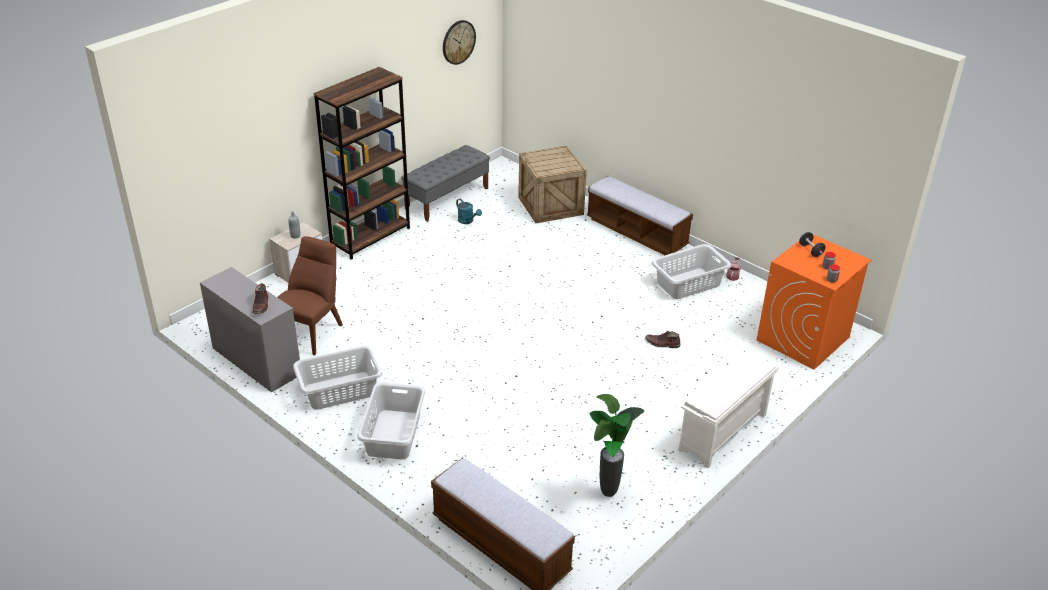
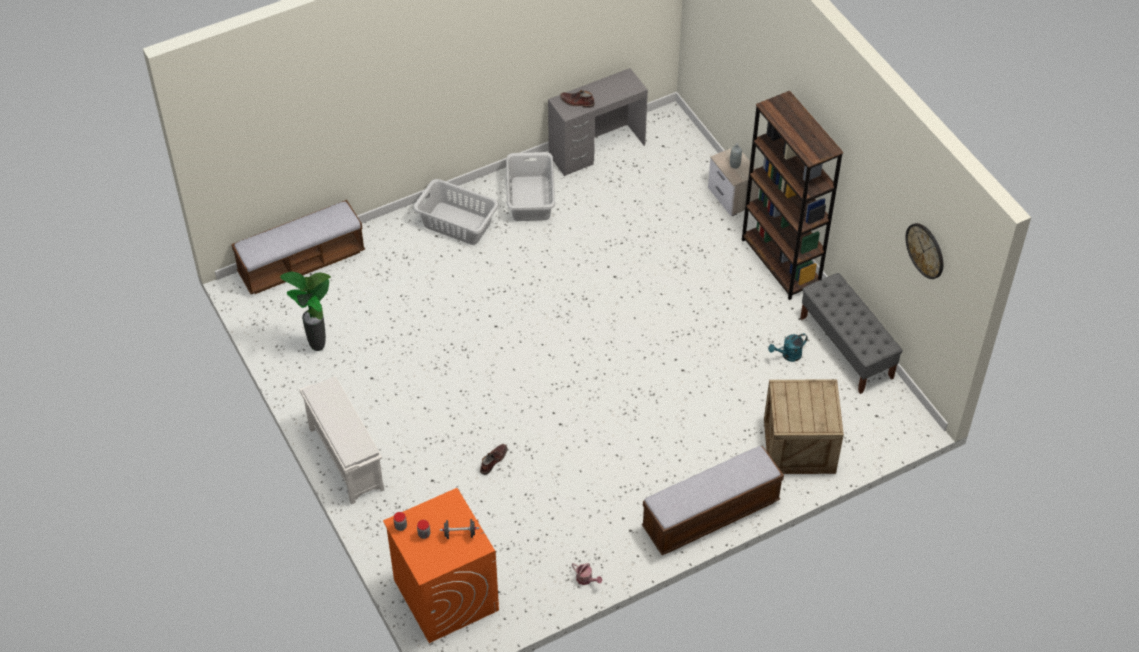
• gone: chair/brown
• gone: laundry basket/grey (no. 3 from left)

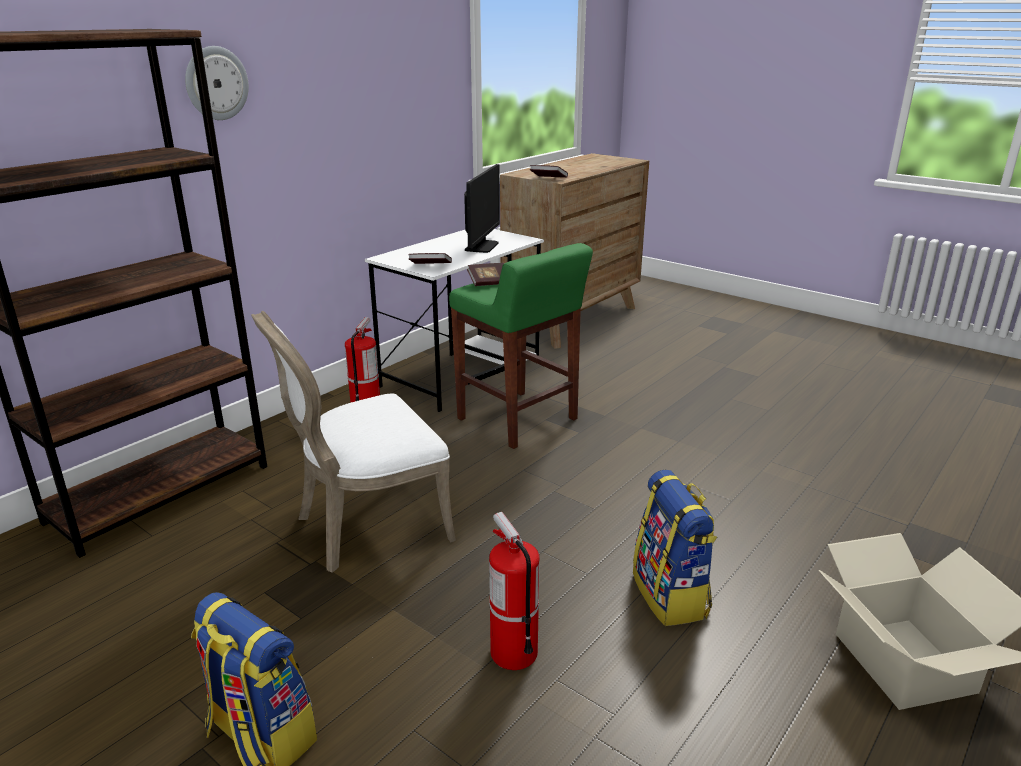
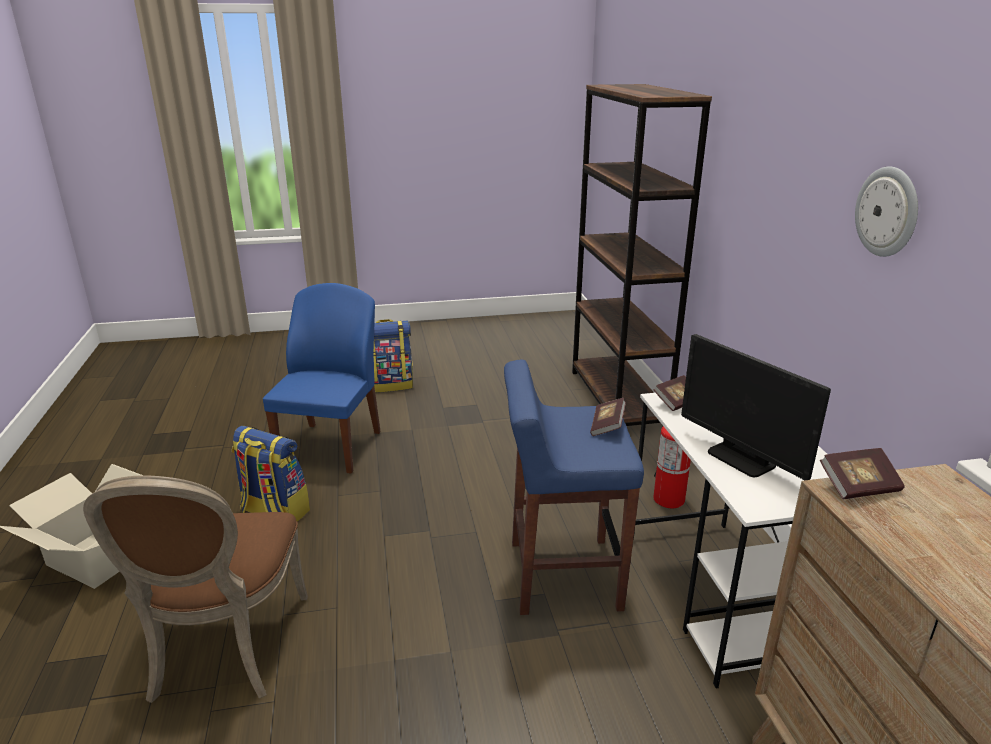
• gone: chair/white
• new: chair/brown
• shifted: wall clock
• swapped: fire extinguisher (no. 2 from left) to chair/blue
• repainted: stool/green to stool/blue

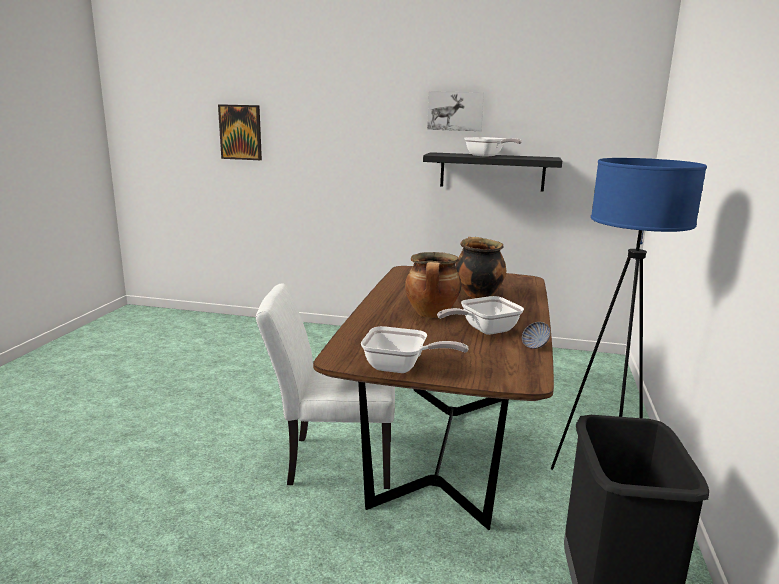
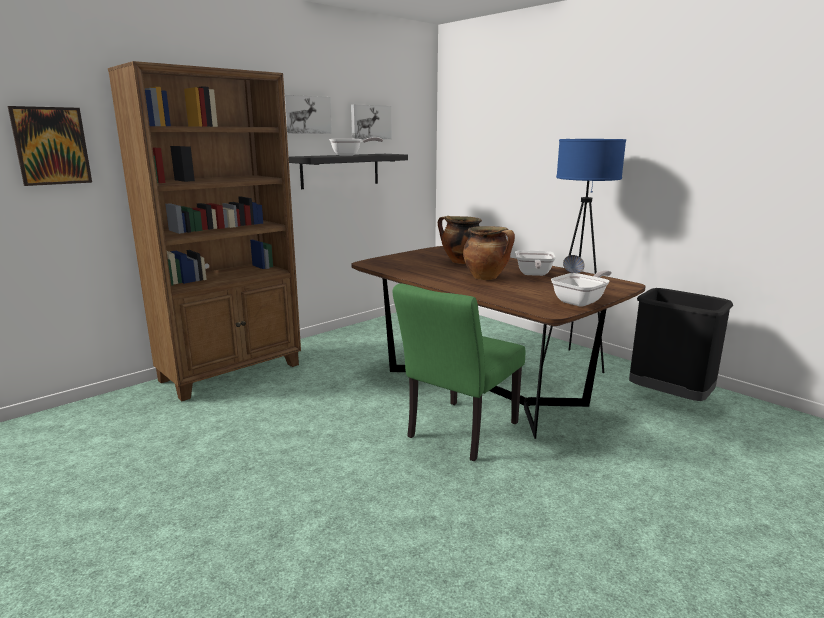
• new: bookcase/brown
• new: picture (no. 3 from left)
• repainted: chair/white to chair/green

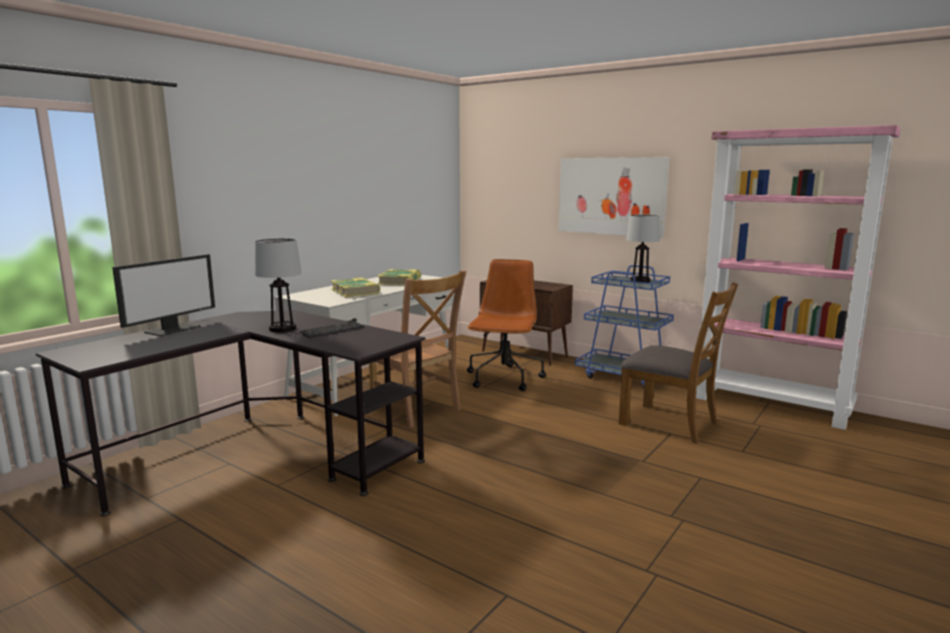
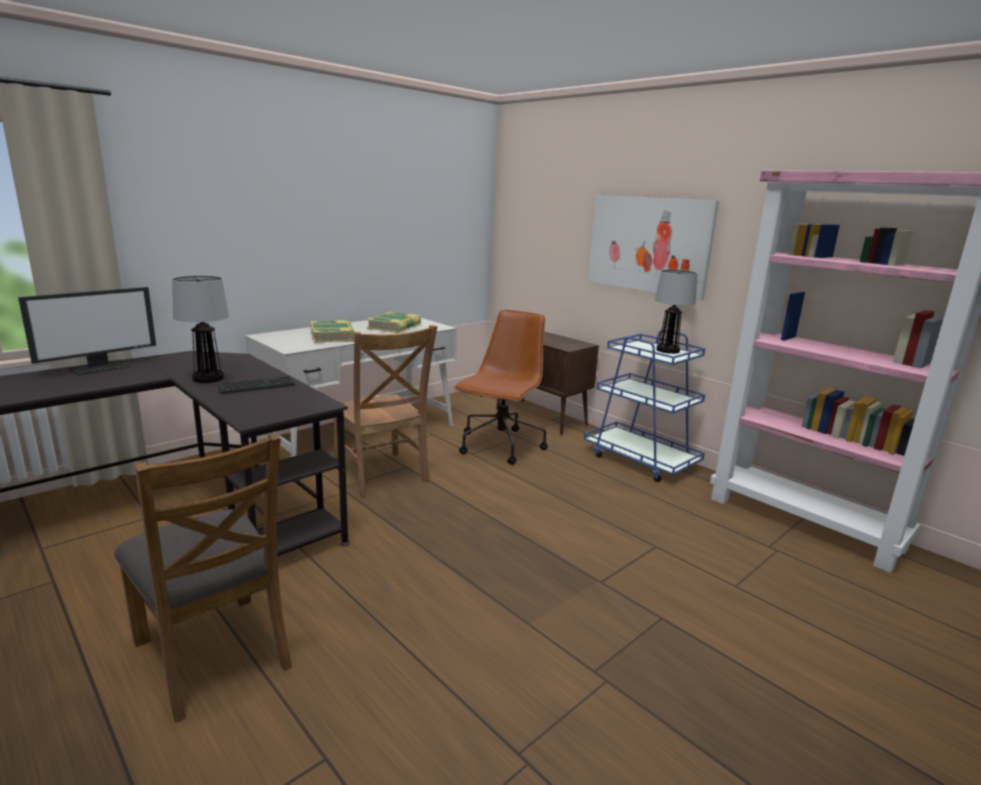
• shifted: chair/brown (no. 2 from left in the first image) to chair/brown (no. 1 from left)

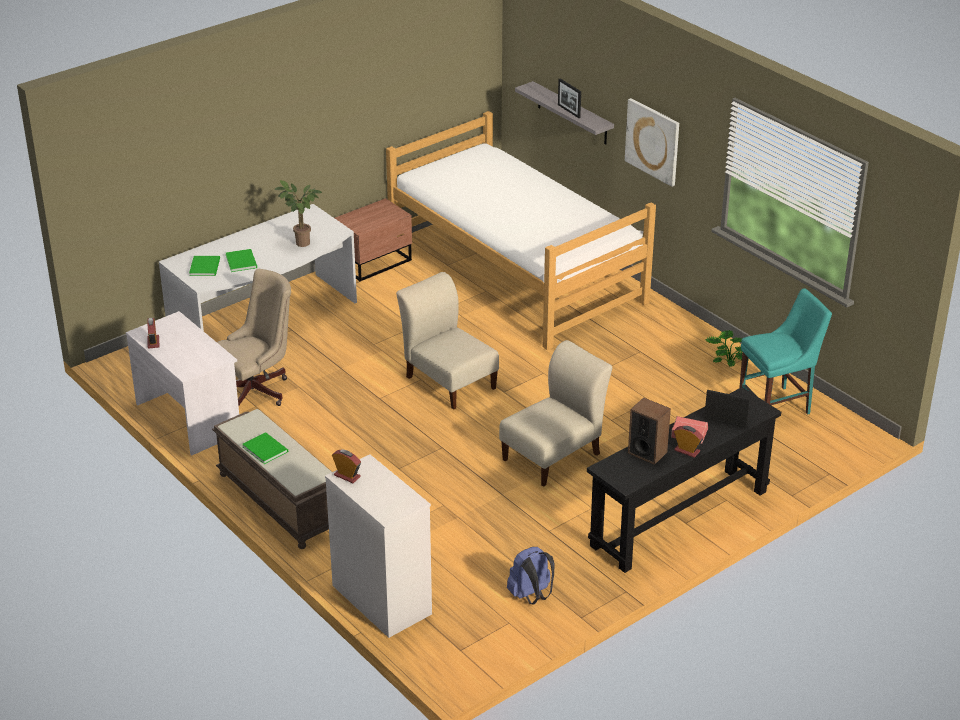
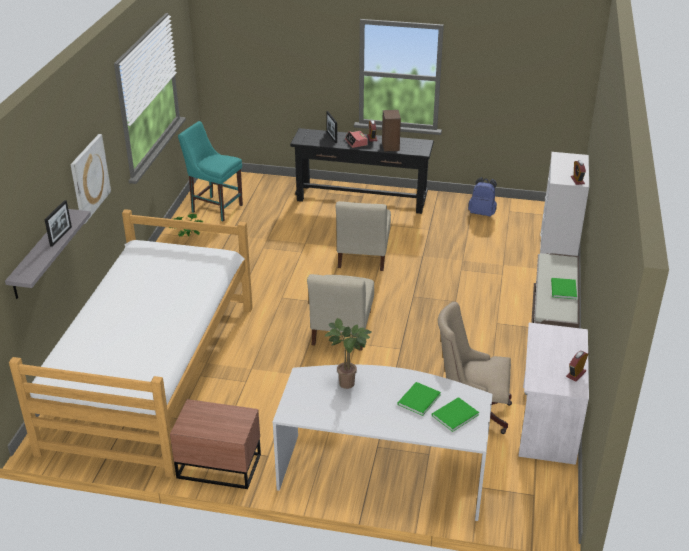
• rotated: chair/beige (no. 2 from left) 90 degrees counterclockwise

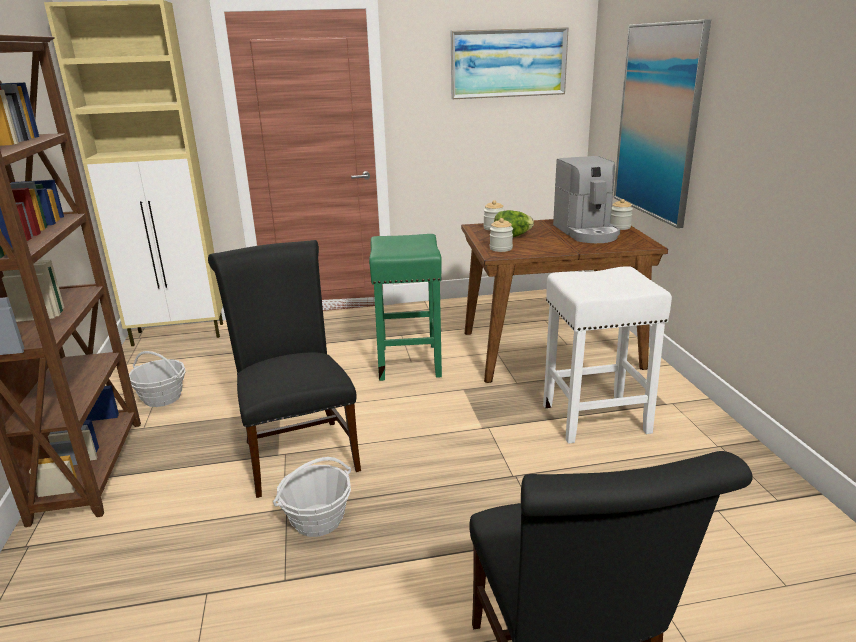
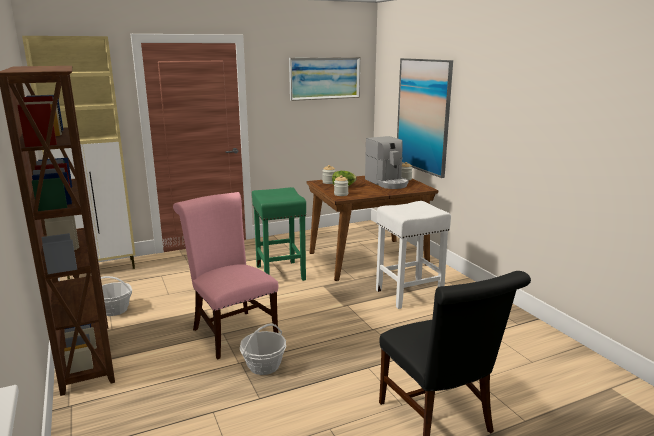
• repainted: chair/black (no. 1 from left) to chair/pink

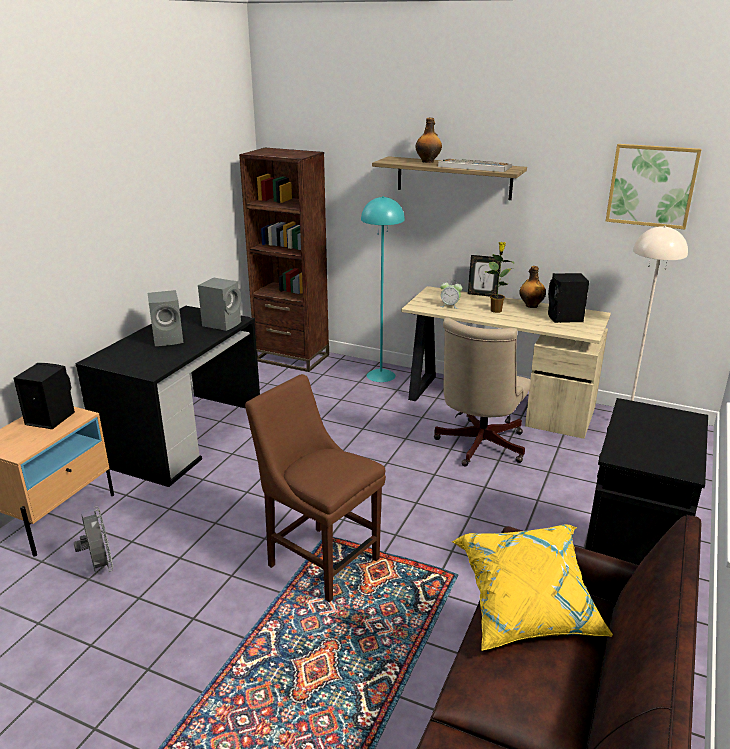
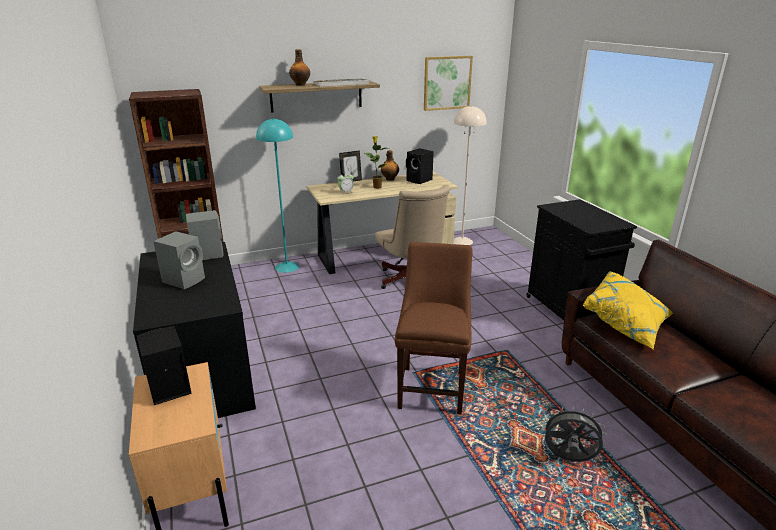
• shifted: fan/grey
• rotated: chair/brown 105 degrees clockwise

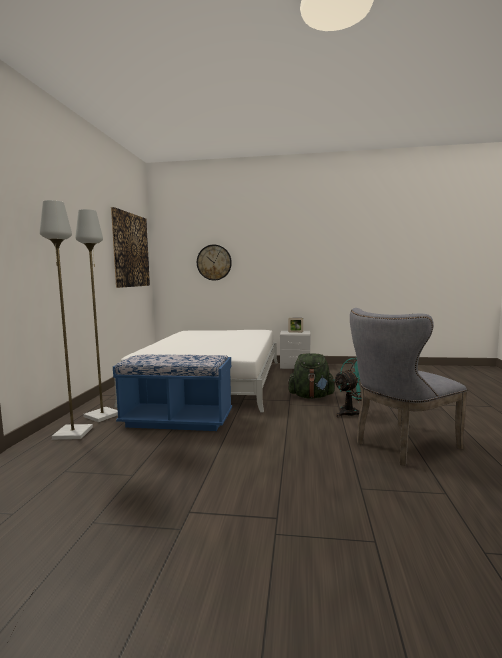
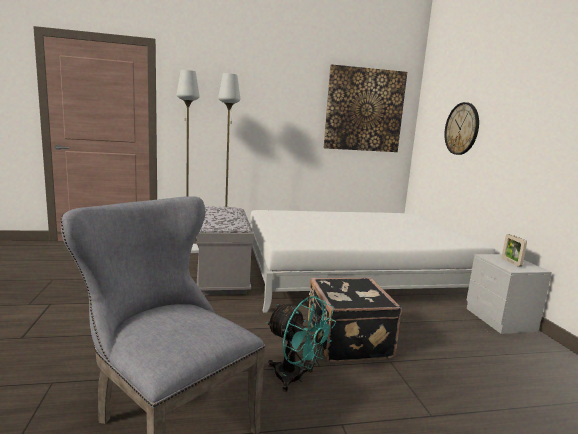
• swapped: backpack/green to suitcase/black
• repainted: bench/blue to bench/grey

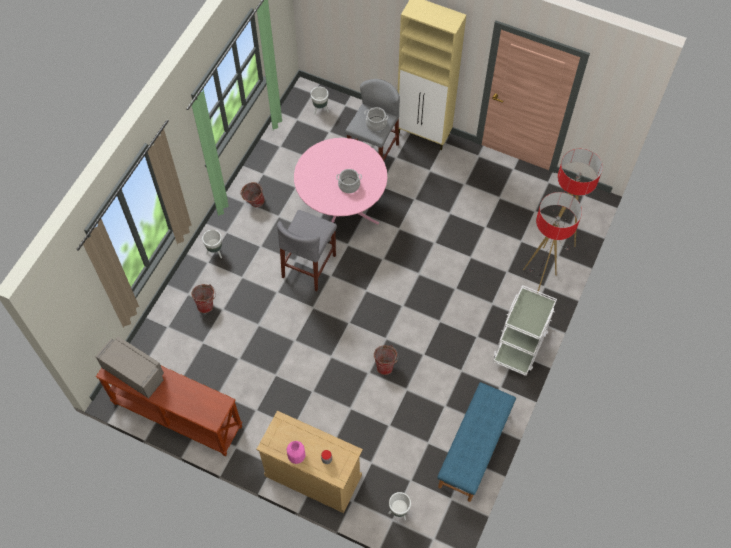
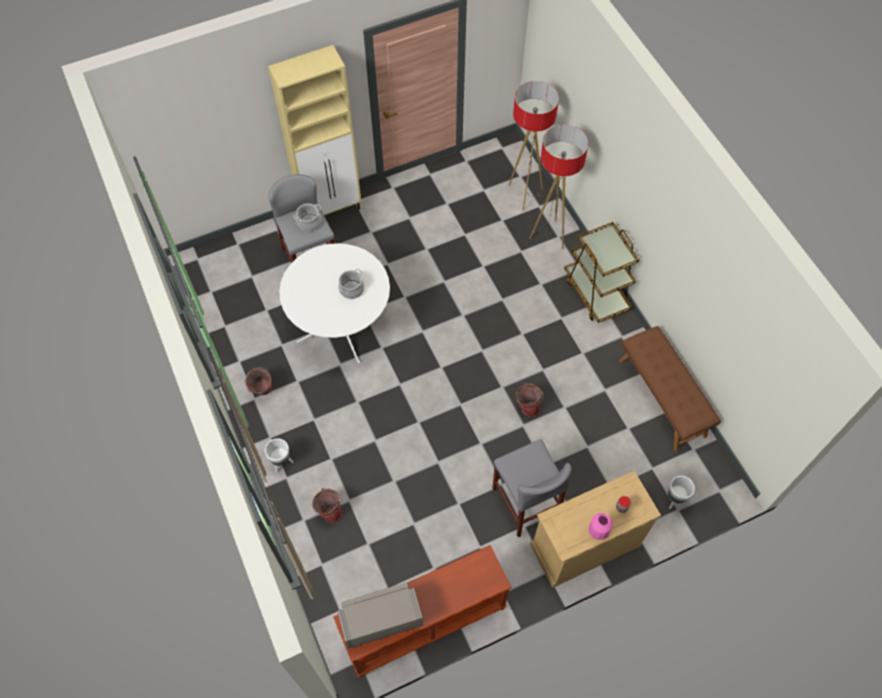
• gone: planter/white (no. 2 from left)
• shifted: stool/grey (no. 1 from left in the first image) to stool/grey (no. 2 from left)
• repainted: dining table/pink to dining table/white
• repainted: bench/blue to bench/brown
• repainted: cart/white to cart/brown

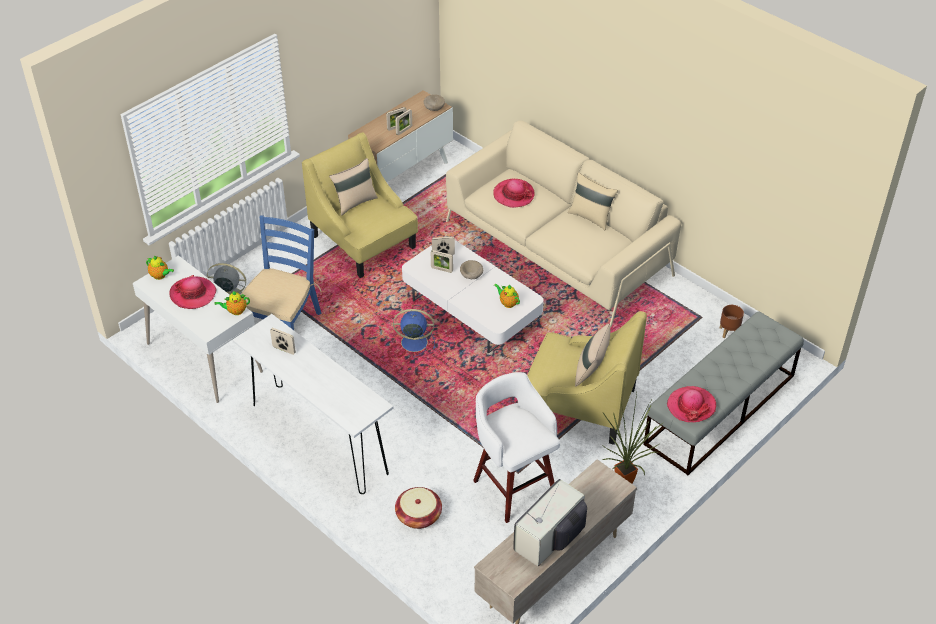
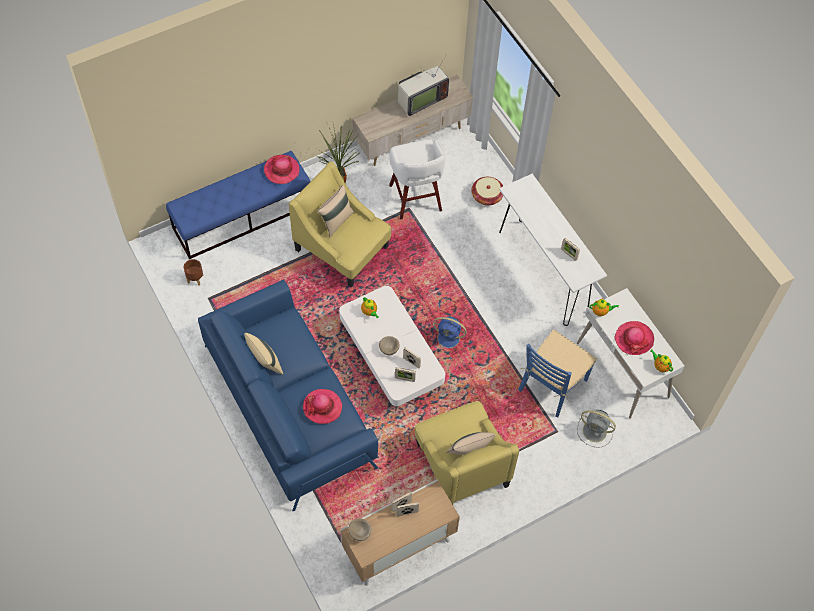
• repainted: sofa/beige to sofa/blue
• repainted: bench/grey to bench/blue

